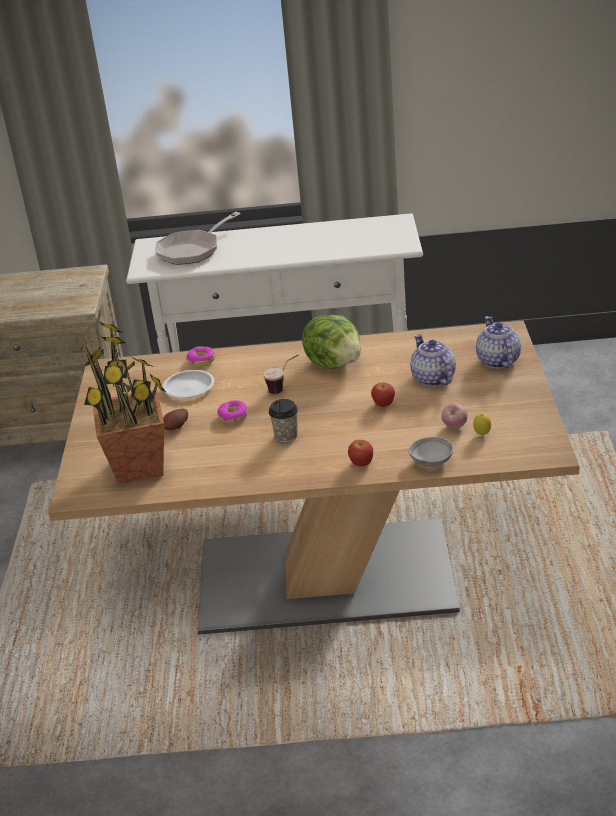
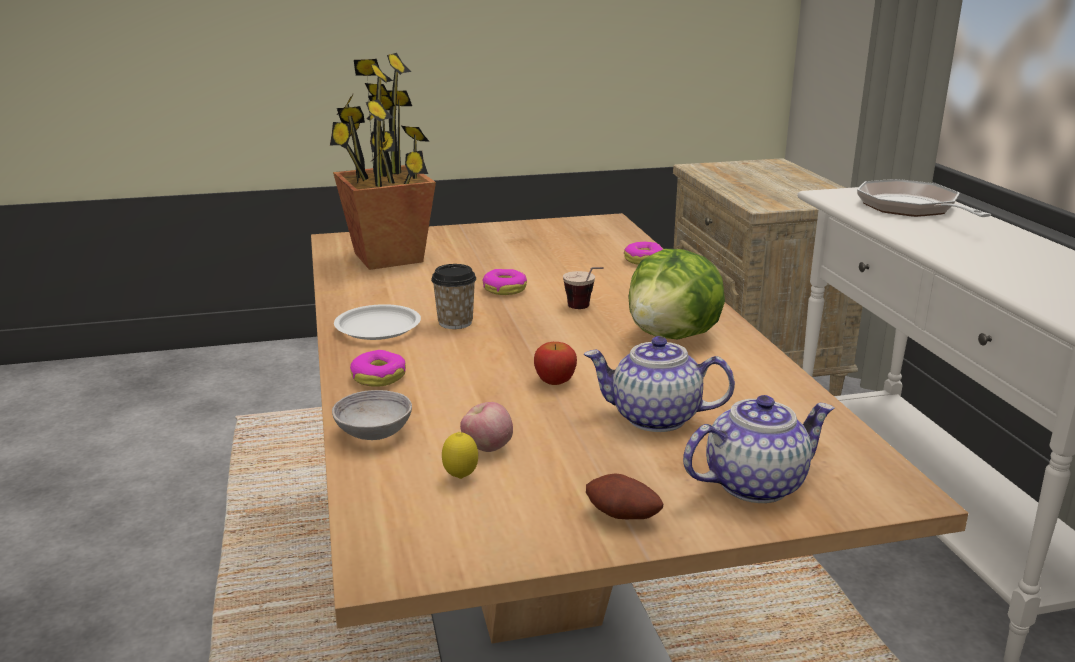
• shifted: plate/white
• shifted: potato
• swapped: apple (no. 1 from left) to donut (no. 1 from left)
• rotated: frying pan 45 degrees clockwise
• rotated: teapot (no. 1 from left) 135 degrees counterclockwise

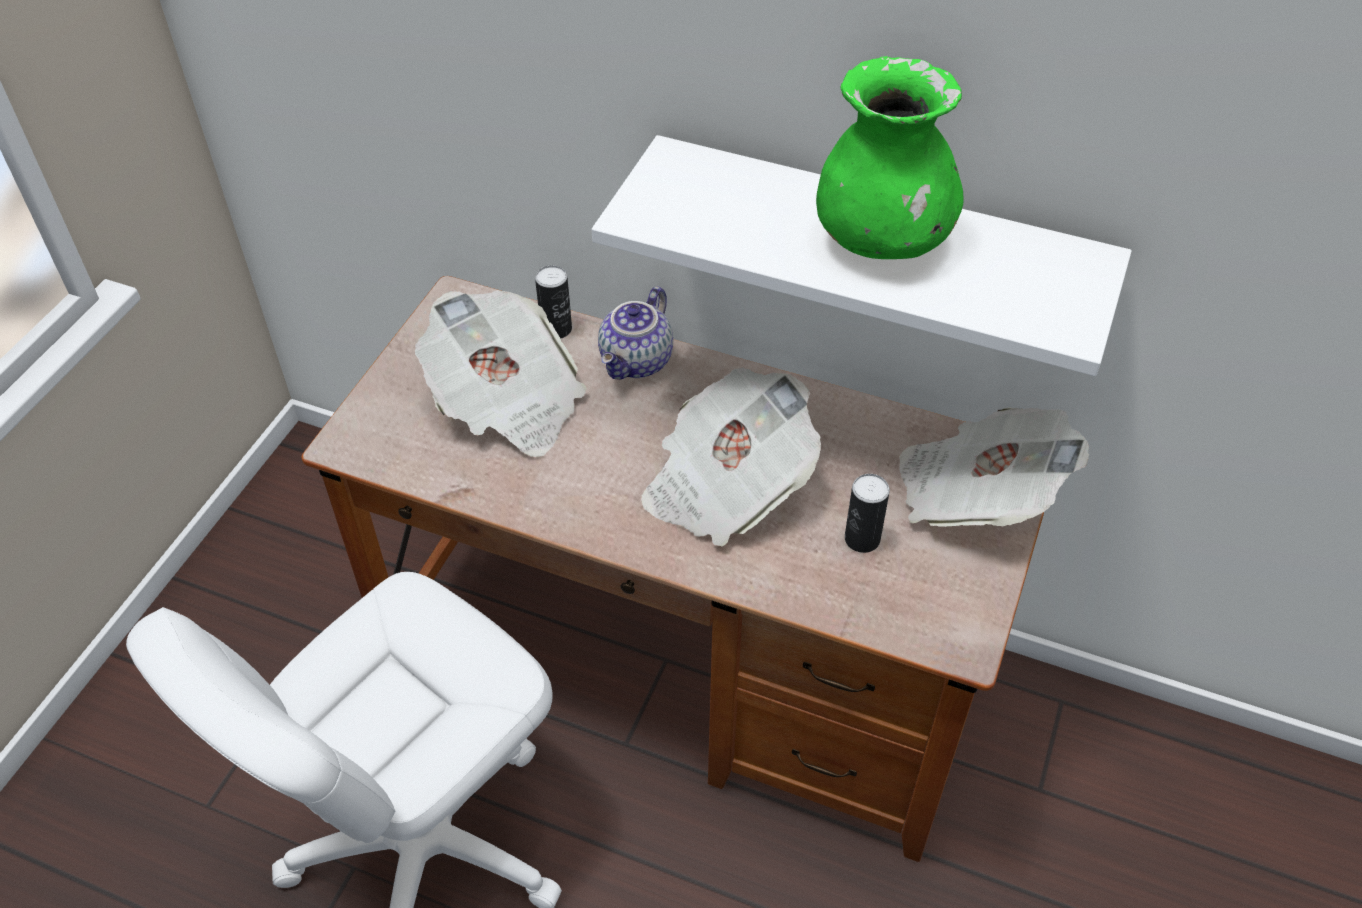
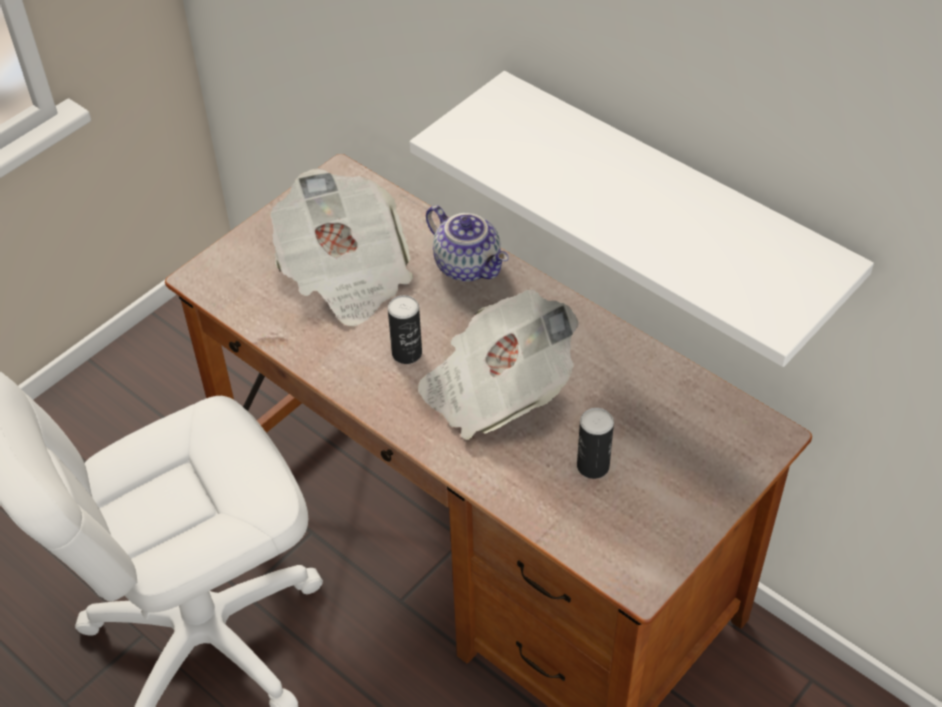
• gone: vase/green
• gone: newspaper (no. 3 from left)
• shifted: can (no. 1 from left)
• rotated: teapot 90 degrees counterclockwise

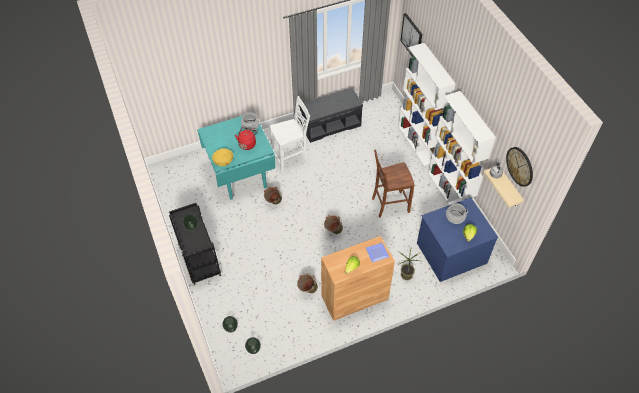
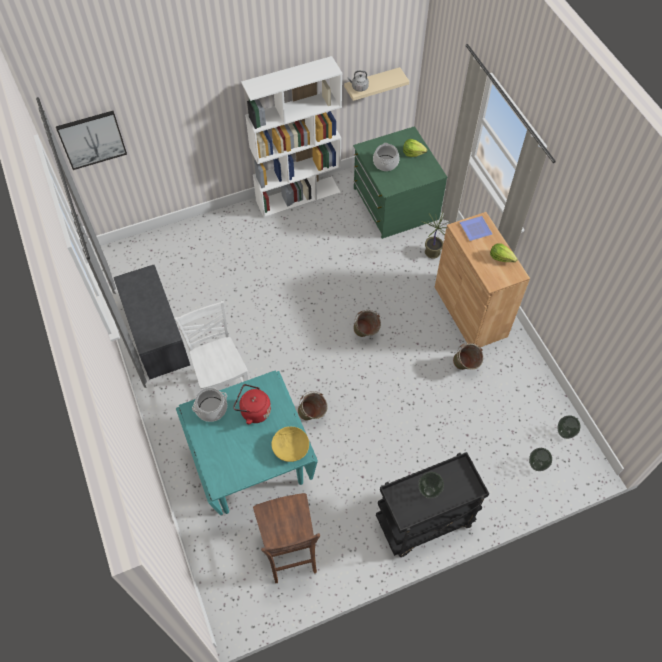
• gone: bookcase/white (no. 1 from left)
• gone: wall clock
• shifted: chair/brown
• repainted: dresser/blue to dresser/green

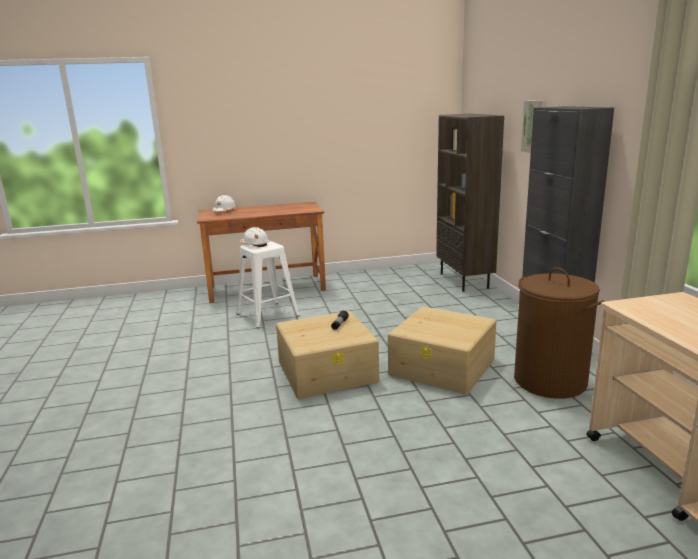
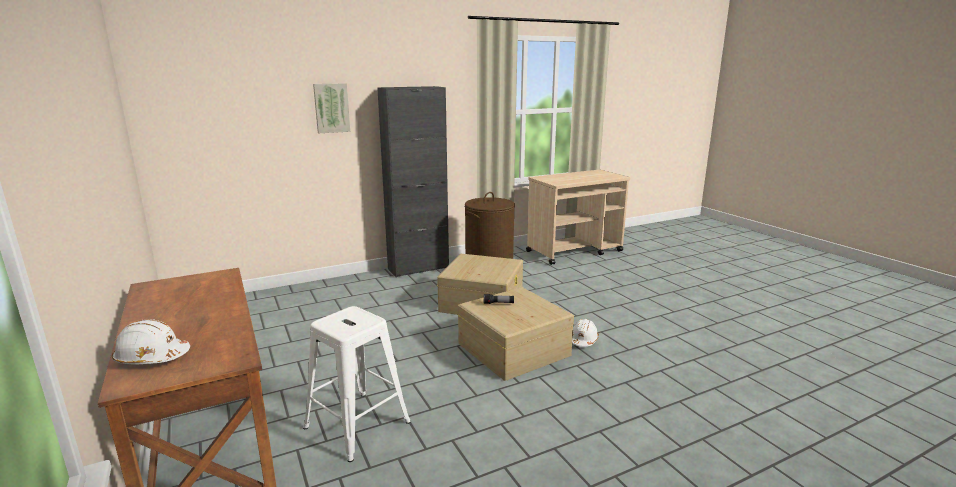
• gone: bookcase/brown
• shifted: hard hat/white (no. 2 from left)

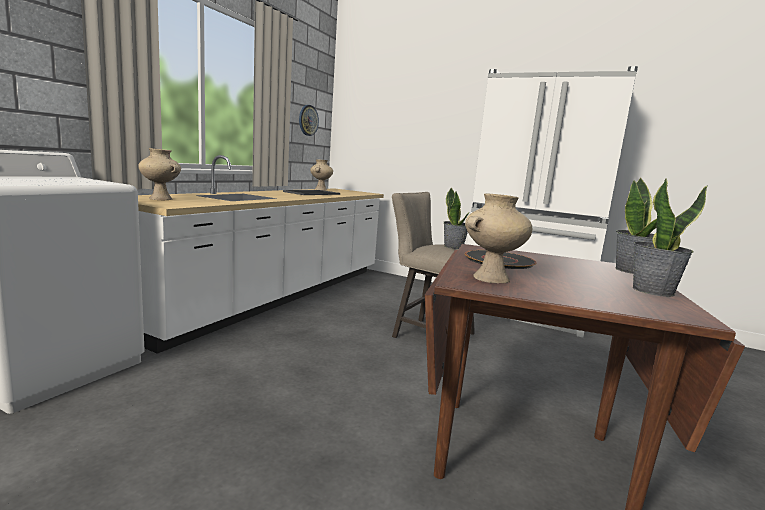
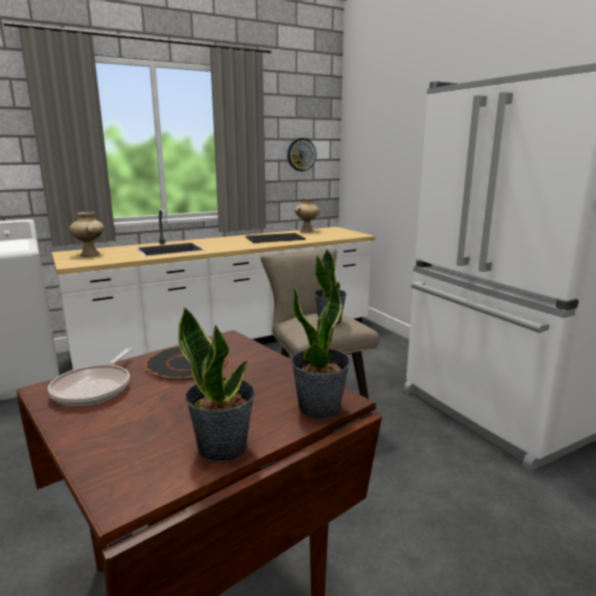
• swapped: vase/beige (no. 3 from left) to frying pan

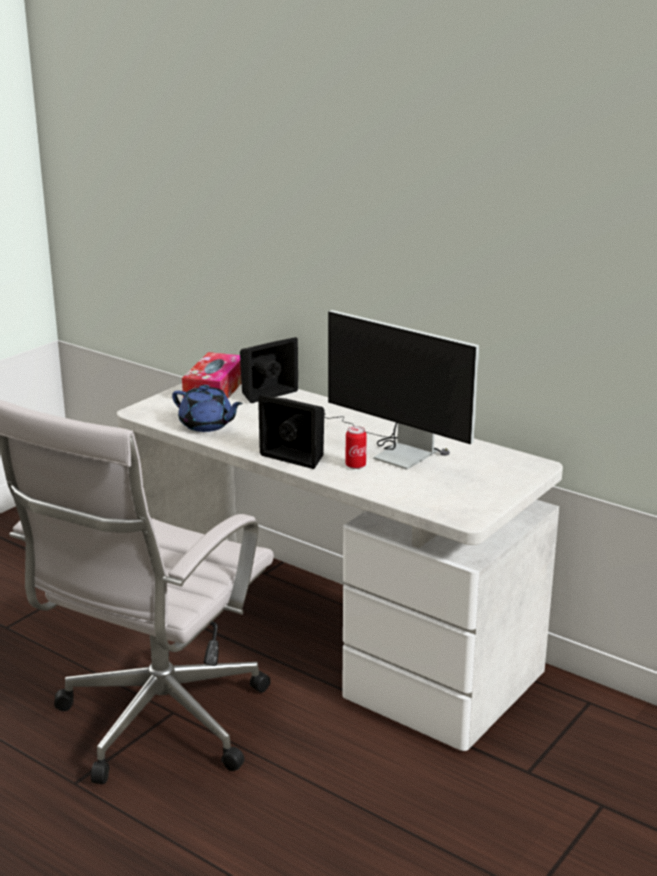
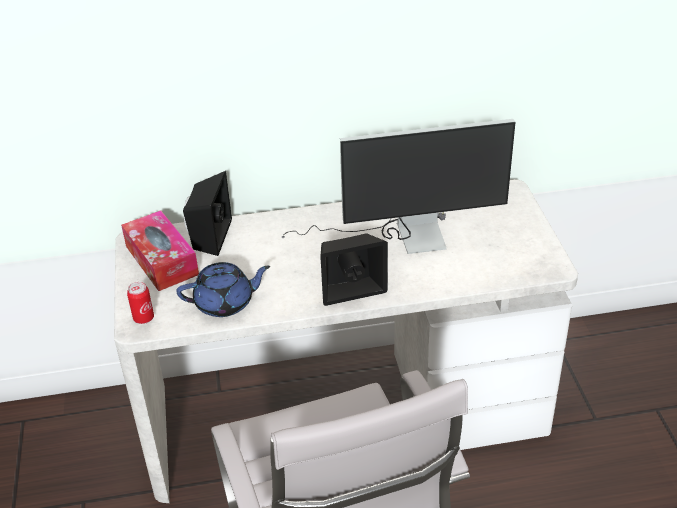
• shifted: can

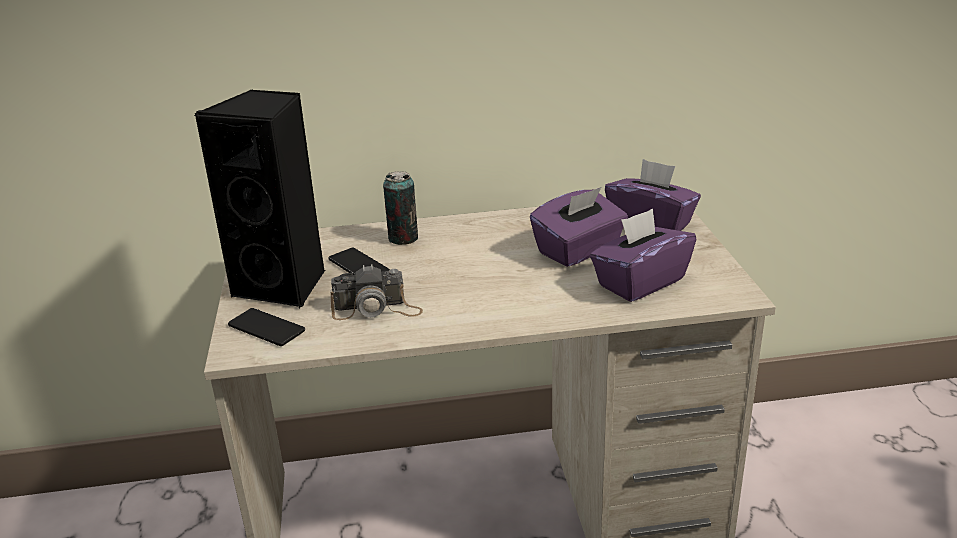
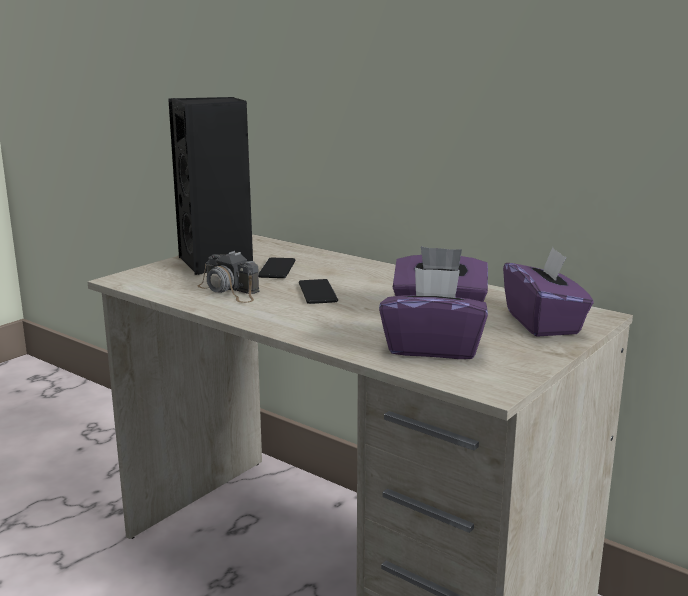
• gone: can
• shifted: phone (no. 1 from left in the first image) to phone (no. 2 from left)

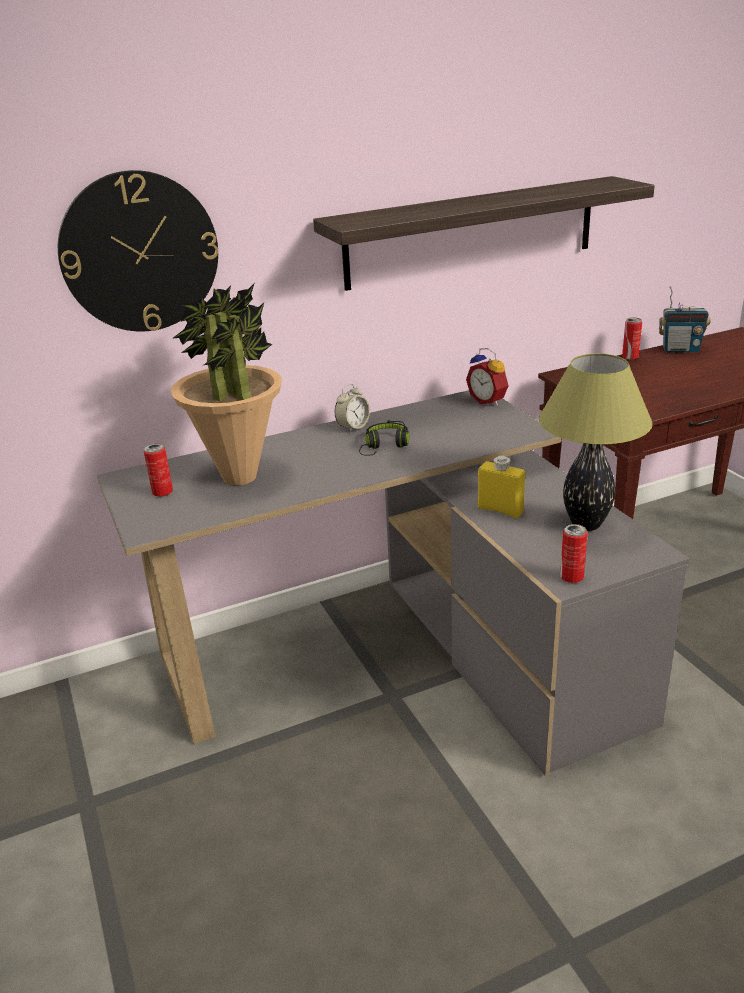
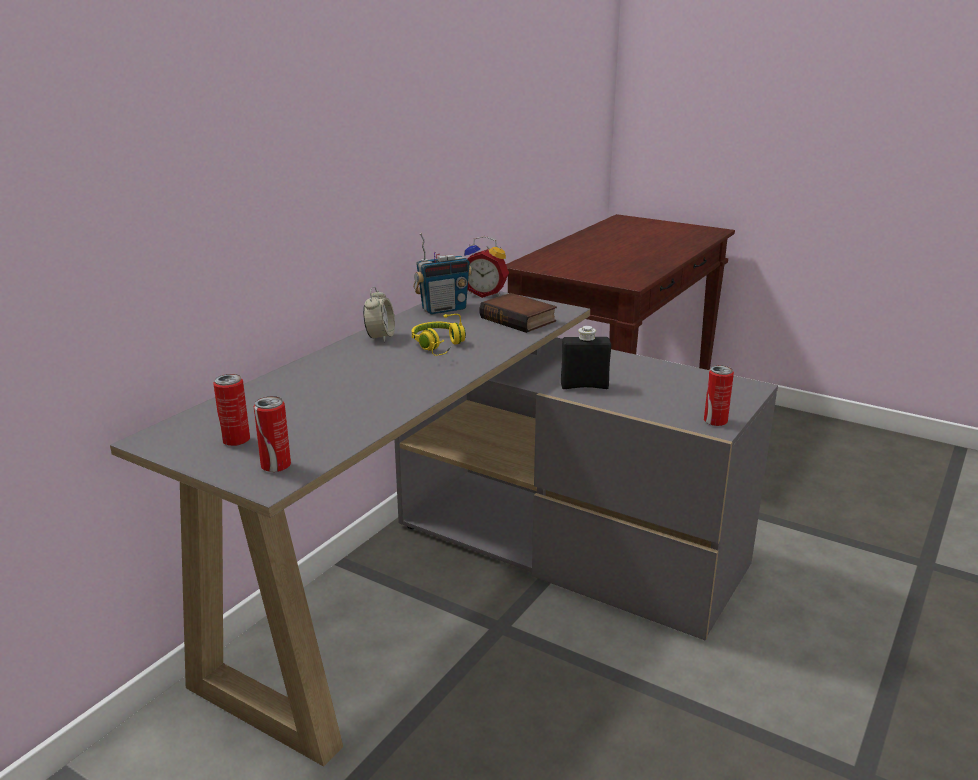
• gone: wall clock
• gone: potted plant
• gone: shelf
• gone: table lamp
• new: book
• shifted: can (no. 3 from left in the first image) to can (no. 2 from left)
• shifted: radio
• repainted: headphones/black to headphones/yellow
• repainted: bottle/yellow to bottle/black

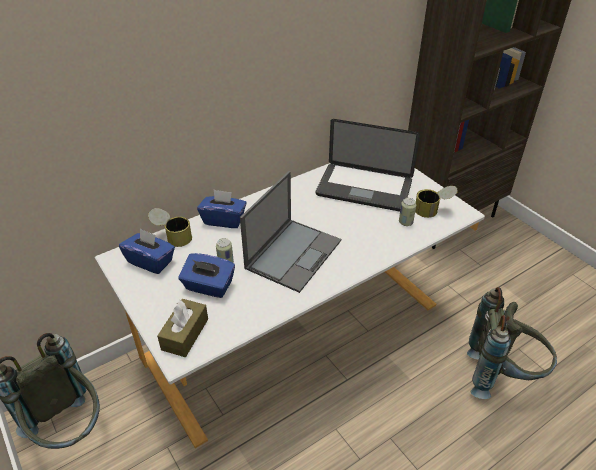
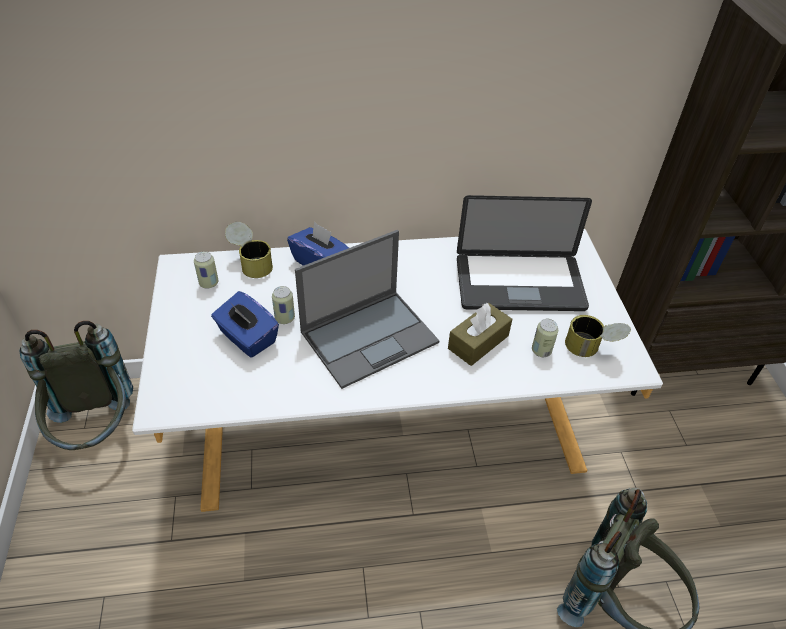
• shifted: tissue box/brown
• swapped: tissue box/blue (no. 1 from left) to can (no. 1 from left)
• rotated: laptop (no. 2 from left) 45 degrees counterclockwise

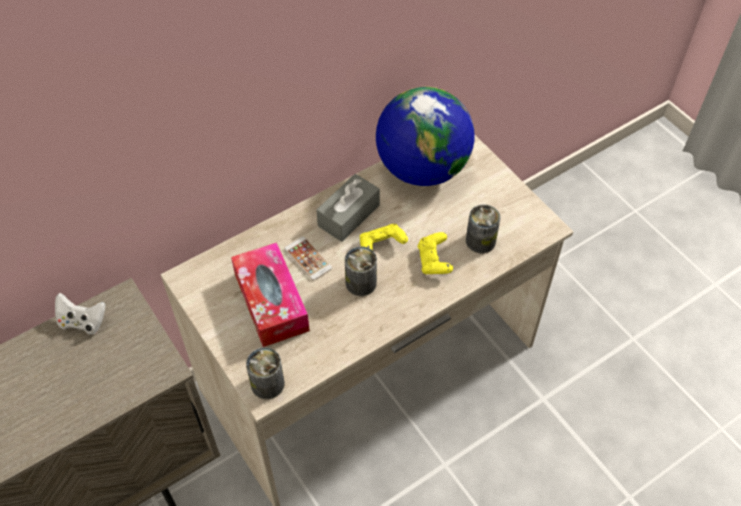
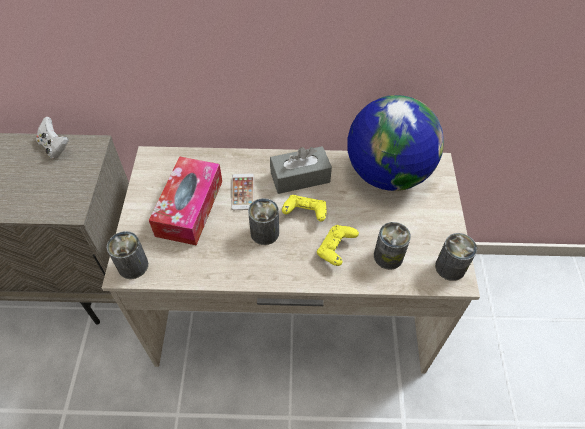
• new: can (no. 4 from left)

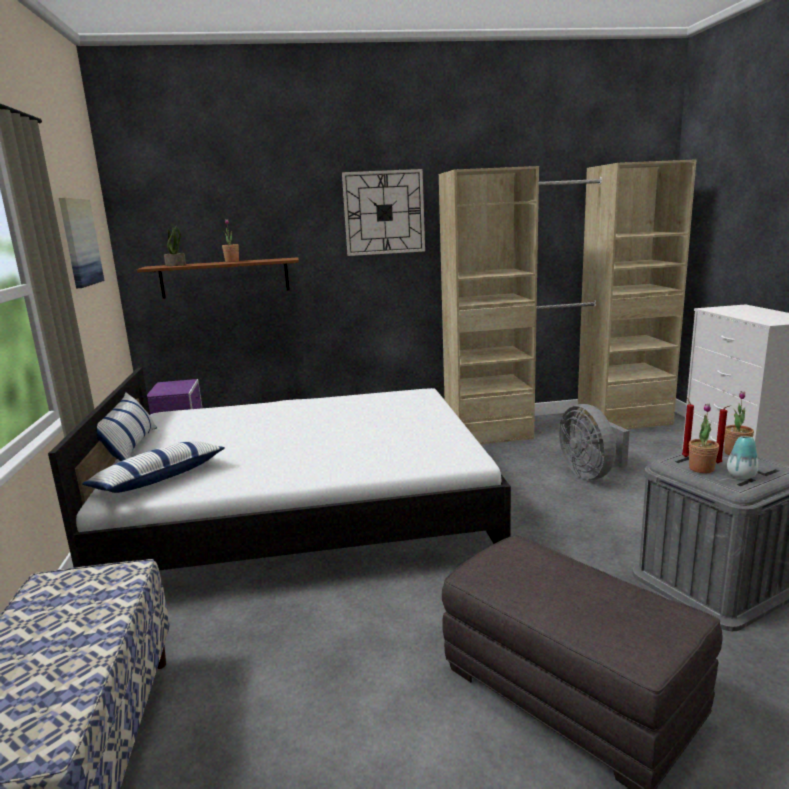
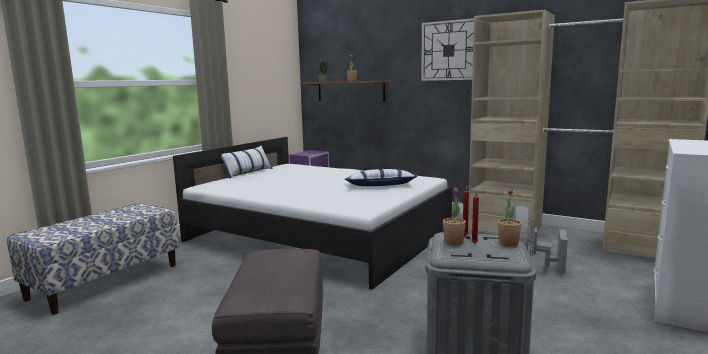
• gone: picture
• gone: vase
• shifted: pillow (no. 2 from left)

